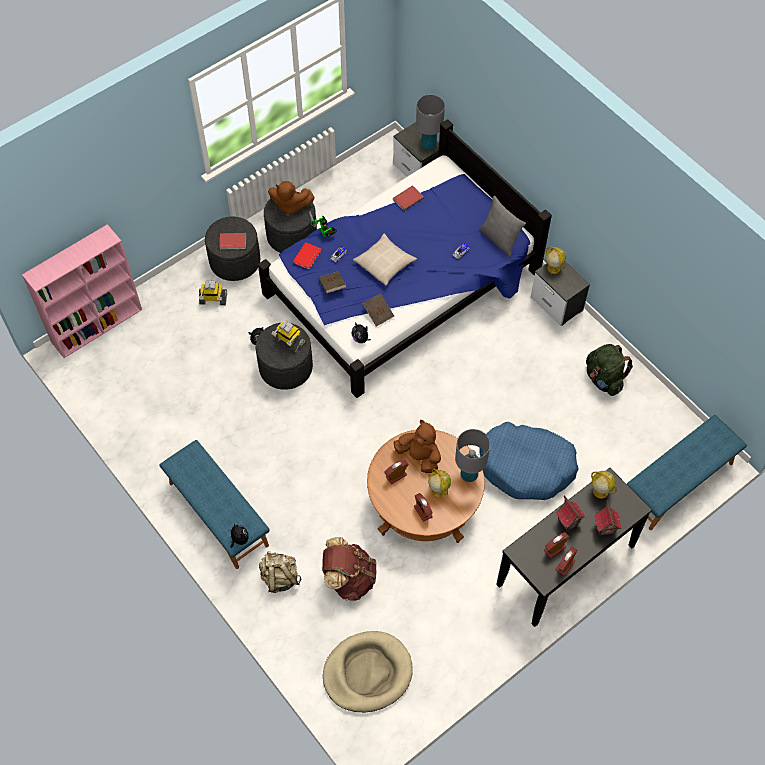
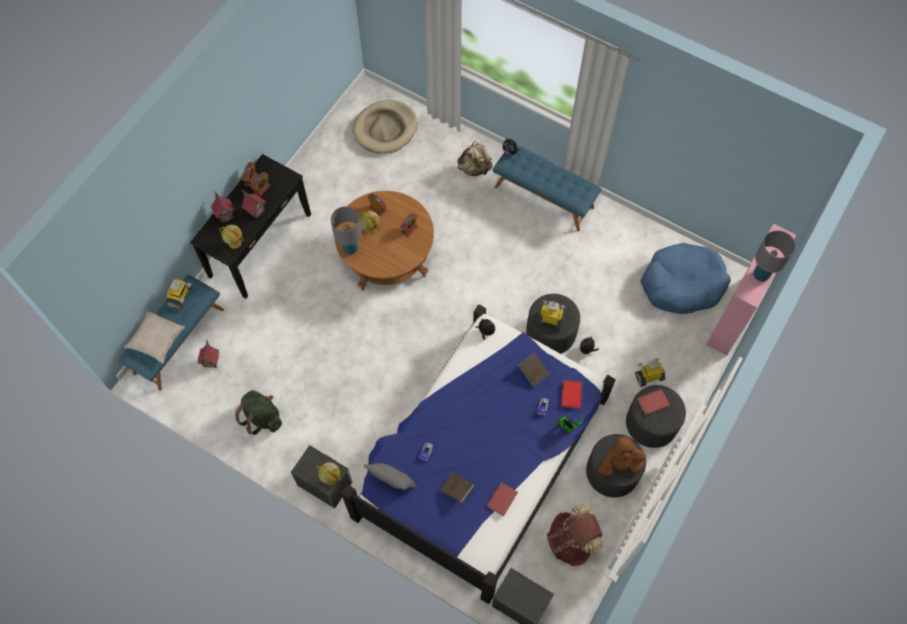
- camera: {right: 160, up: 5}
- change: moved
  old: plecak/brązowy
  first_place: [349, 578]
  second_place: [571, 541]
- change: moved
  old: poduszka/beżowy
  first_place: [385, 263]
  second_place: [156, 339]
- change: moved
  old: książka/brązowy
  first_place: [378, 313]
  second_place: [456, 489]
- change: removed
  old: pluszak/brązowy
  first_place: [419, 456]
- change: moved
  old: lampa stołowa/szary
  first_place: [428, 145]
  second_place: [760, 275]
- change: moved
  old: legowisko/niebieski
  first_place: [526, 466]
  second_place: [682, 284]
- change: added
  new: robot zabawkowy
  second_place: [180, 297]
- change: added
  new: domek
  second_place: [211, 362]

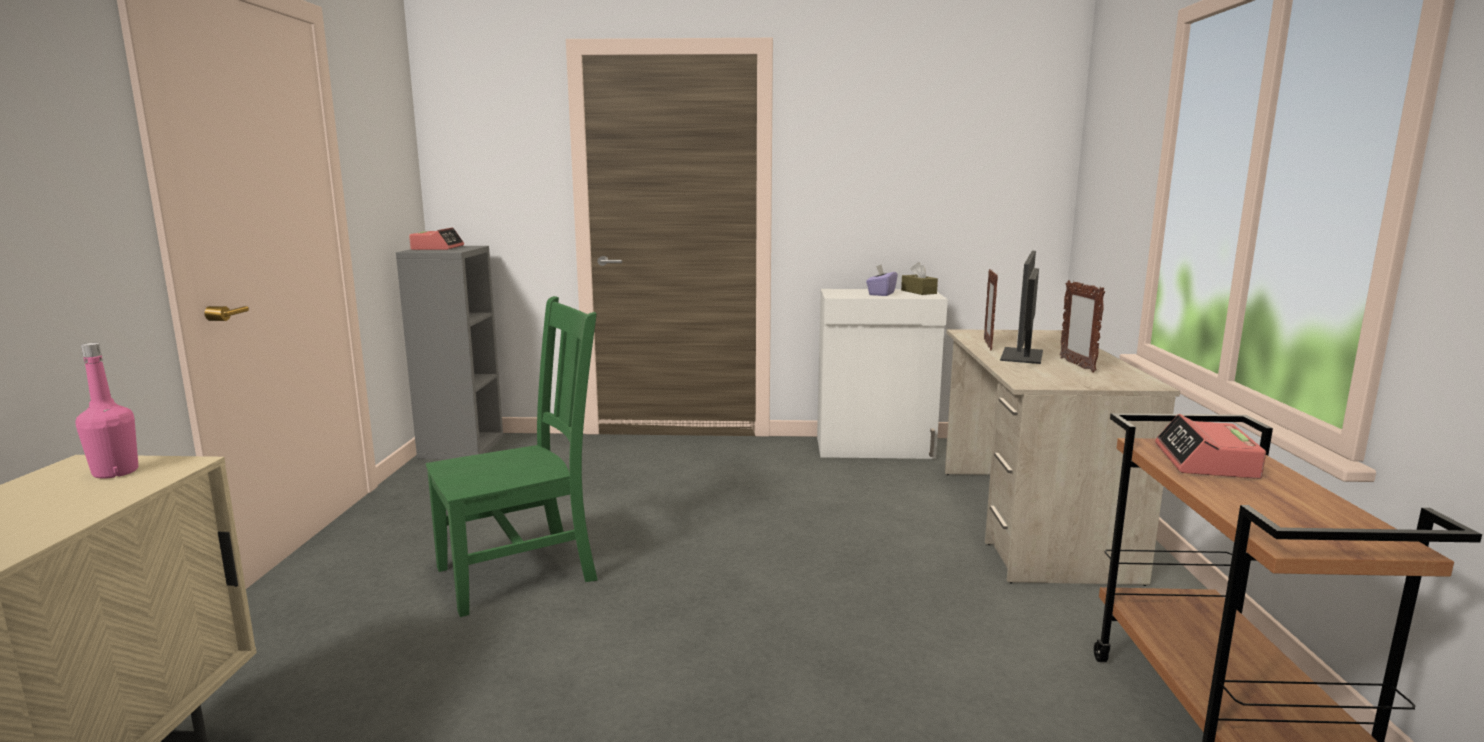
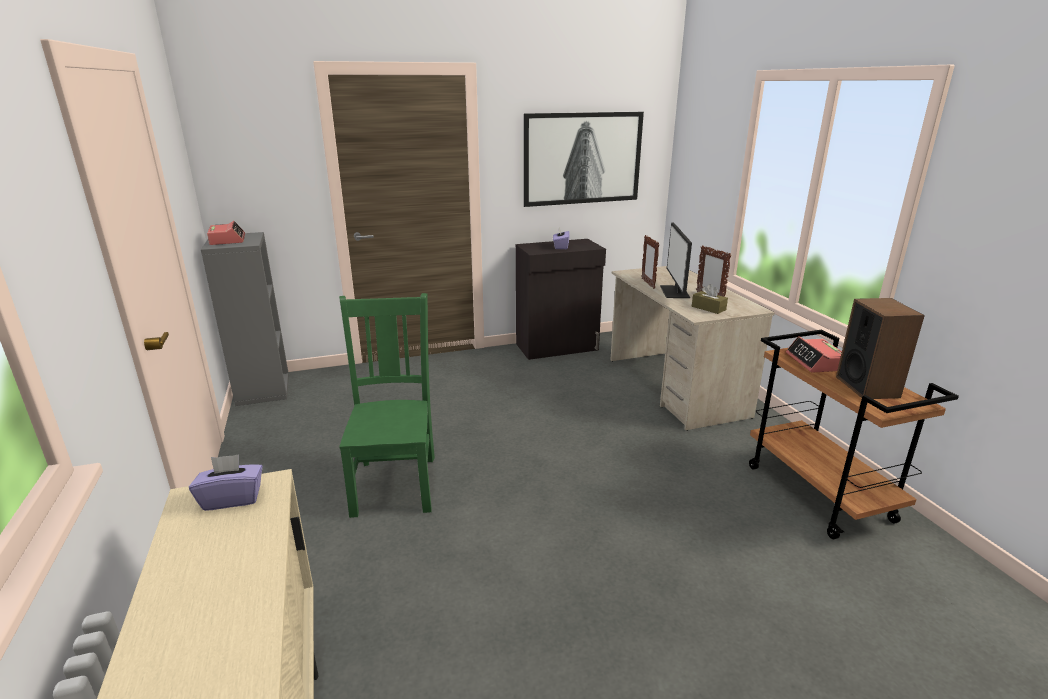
- camera: {right: -20, up: 10}
- change: replaced
  old: butelka/różowy
  new: pudełko chusteczek/fioletowy
  first_place: [115, 472]
  second_place: [232, 498]
- change: turned
  old: krzesło/zielony
  first_place: [522, 572]
  second_place: [396, 483]
  degrees: -45
- change: recoloured
  old: szafka/biały
  new: szafka/czarny
  first_place: [875, 448]
  second_place: [558, 347]
- change: moved
  old: pudełko chusteczek/brązowy
  first_place: [918, 292]
  second_place: [708, 308]
- change: added
  new: obraz
  second_place: [582, 158]
- change: added
  new: głośnik
  second_place: [867, 387]

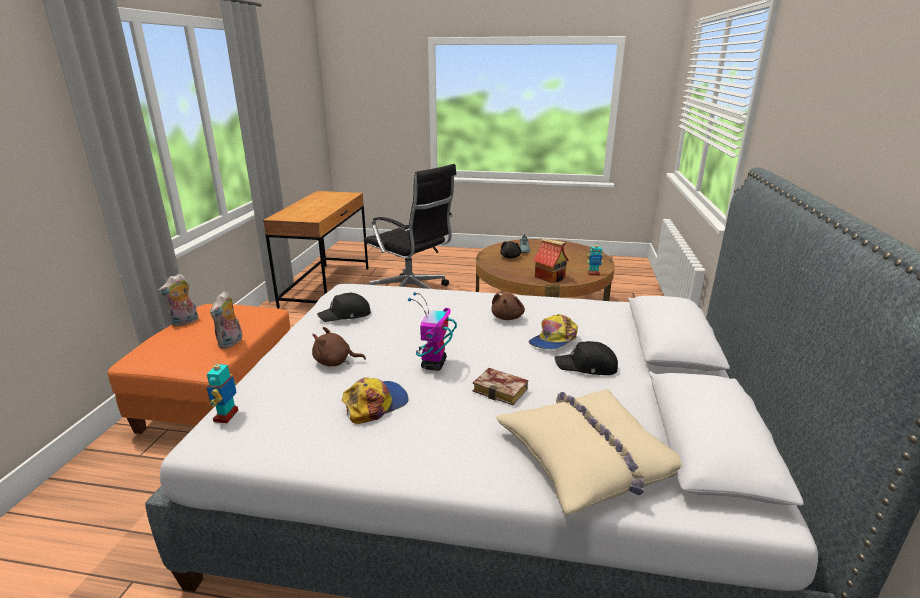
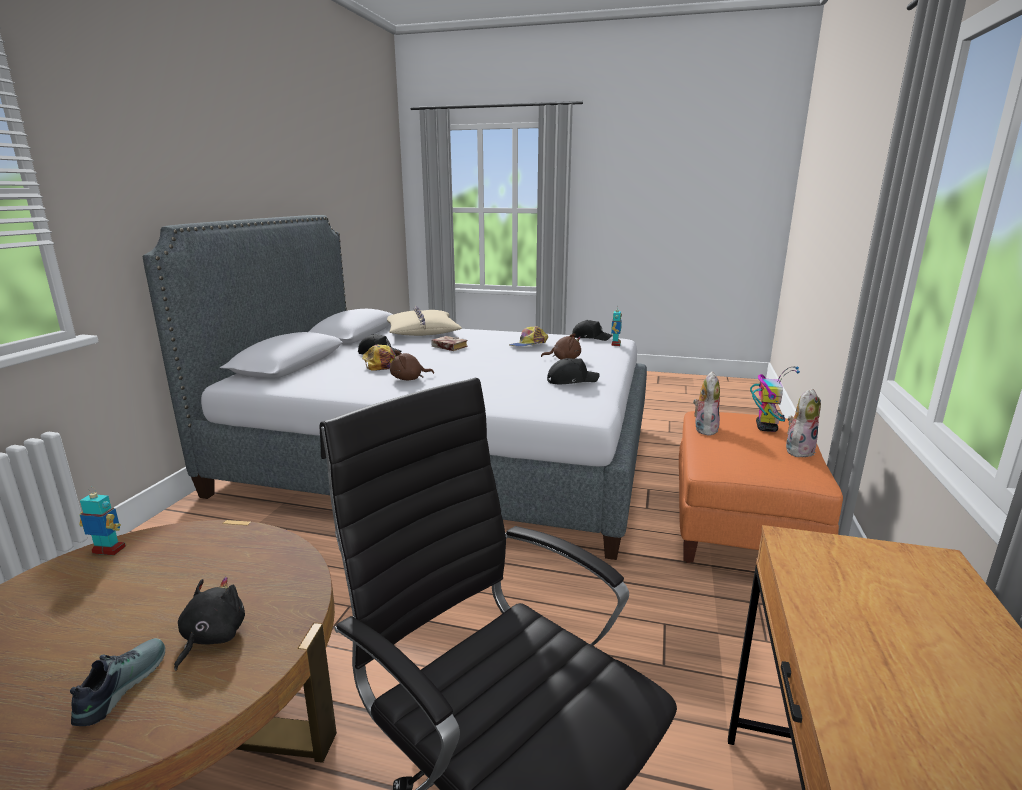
- camera: {right: -175, up: -5}
- change: moved
  old: robot zabawkowy
  first_place: [434, 364]
  second_place: [766, 427]
- change: turned
  old: pluszak/brązowy
  first_place: [507, 317]
  second_place: [409, 379]
  degrees: -135
- change: removed
  old: domek
  first_place: [550, 277]
- change: added
  new: czapka z daszkiem/czarny
  second_place: [591, 337]

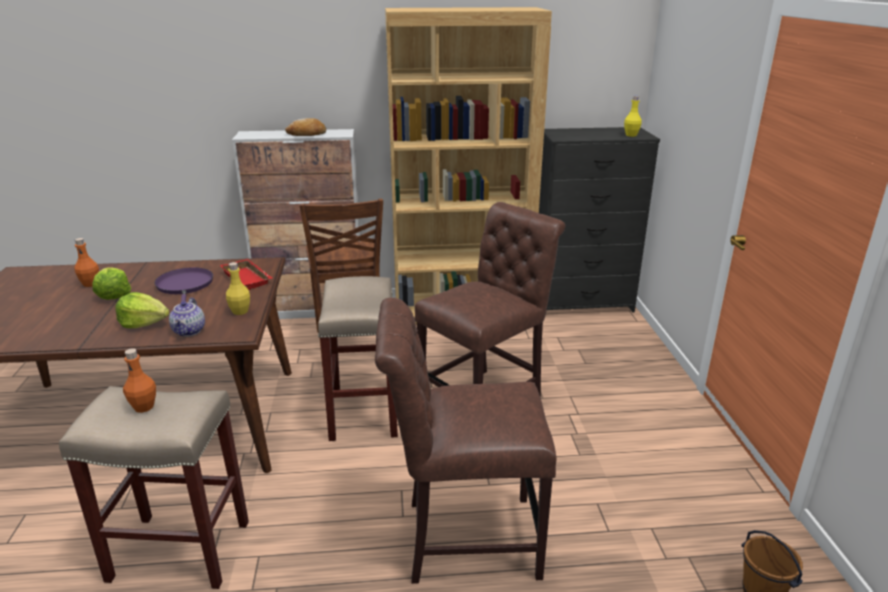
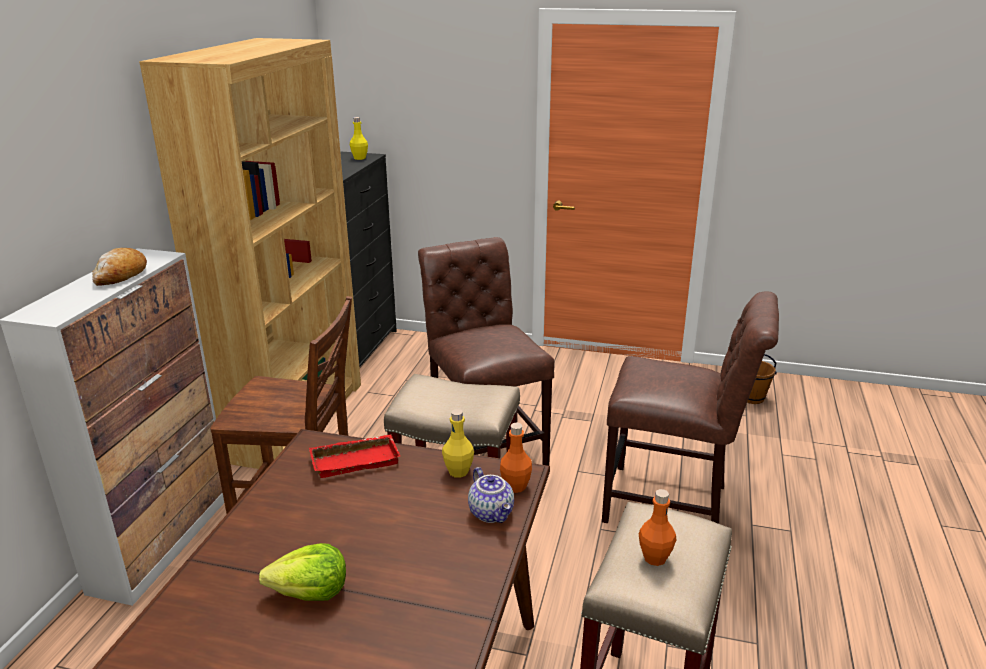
- camera: {right: -70, up: 0}
- change: moved
  old: butelka/pomarańczowy
  first_place: [90, 284]
  second_place: [515, 486]
- change: removed
  old: sałata
  first_place: [144, 323]
- change: removed
  old: patelnia/fioletowy
  first_place: [185, 286]
- change: turned
  old: imbryk
  first_place: [190, 331]
  second_place: [492, 513]
  degrees: 45
- change: turned
  old: krzesło/brązowy
  first_place: [463, 537]
  second_place: [673, 505]
  degrees: -90

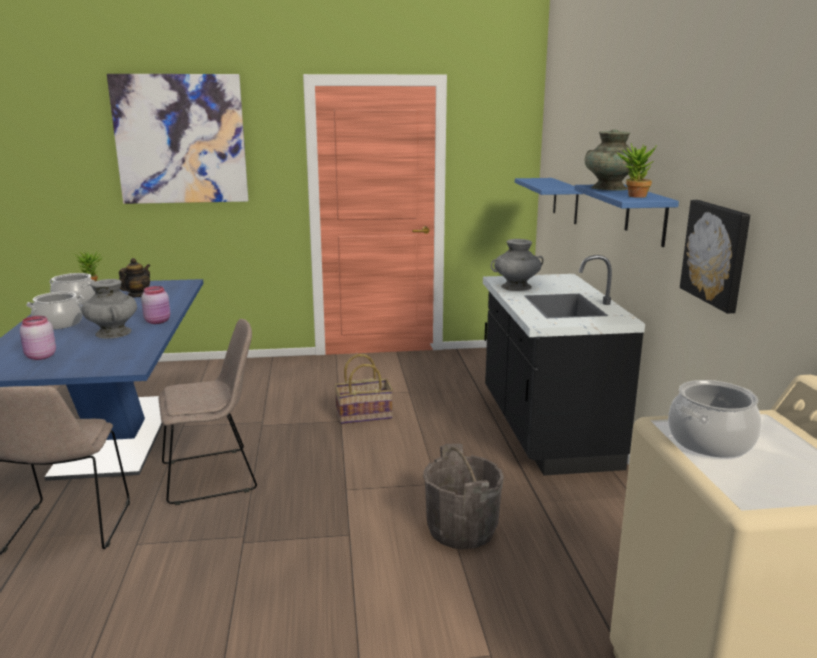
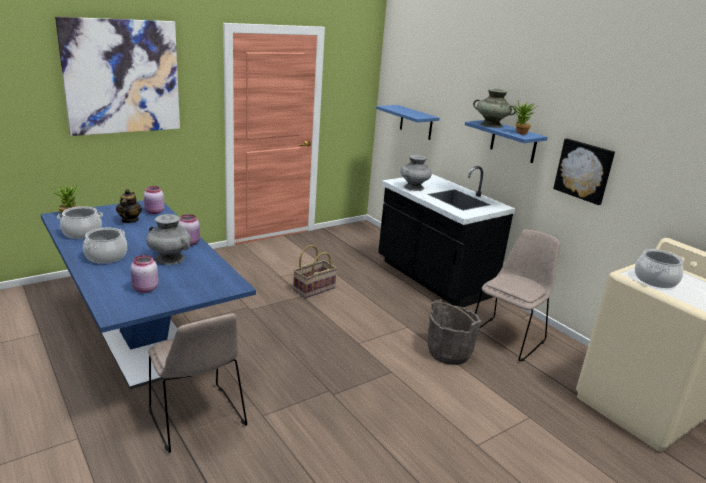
- camera: {right: -30, up: 5}
- change: moved
  old: krzesło/beżowy
  first_place: [213, 475]
  second_place: [507, 338]
- change: added
  new: słoik/różowy
  second_place: [155, 212]

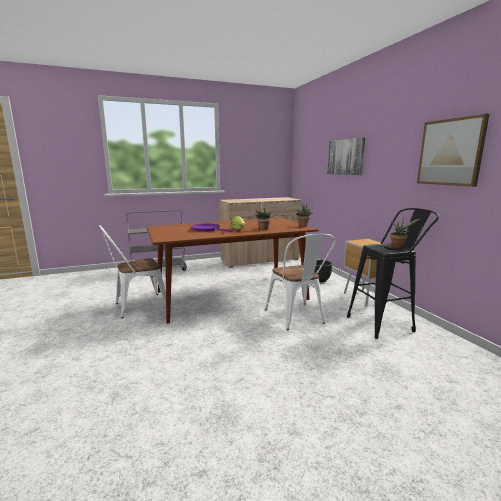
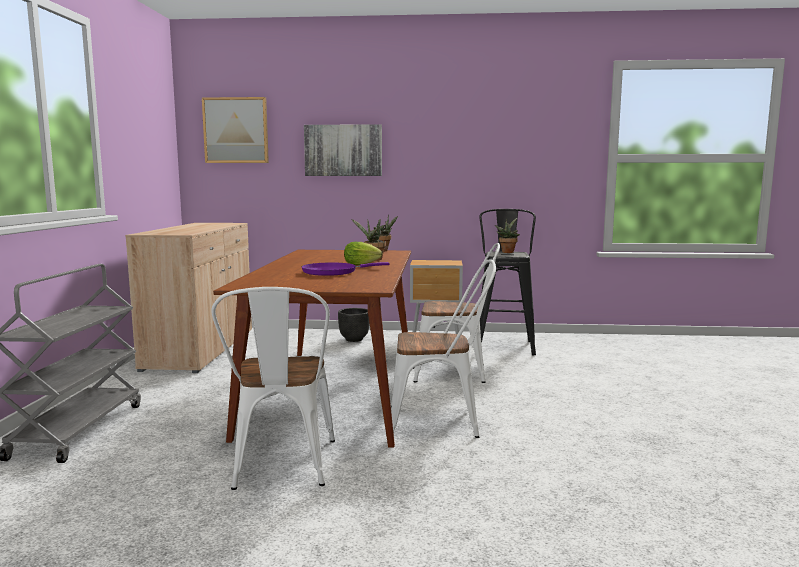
- camera: {right: -65, up: -5}
- change: moved
  old: obraz
  first_place: [450, 152]
  second_place: [236, 130]
- change: added
  new: krzesło/biały
  second_place: [441, 422]

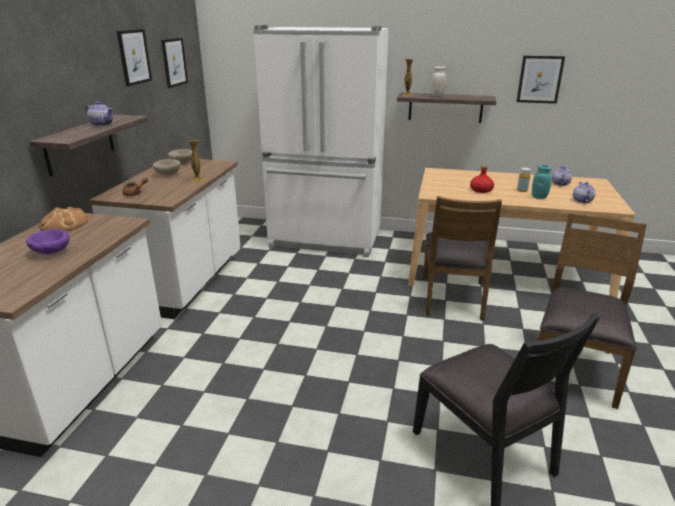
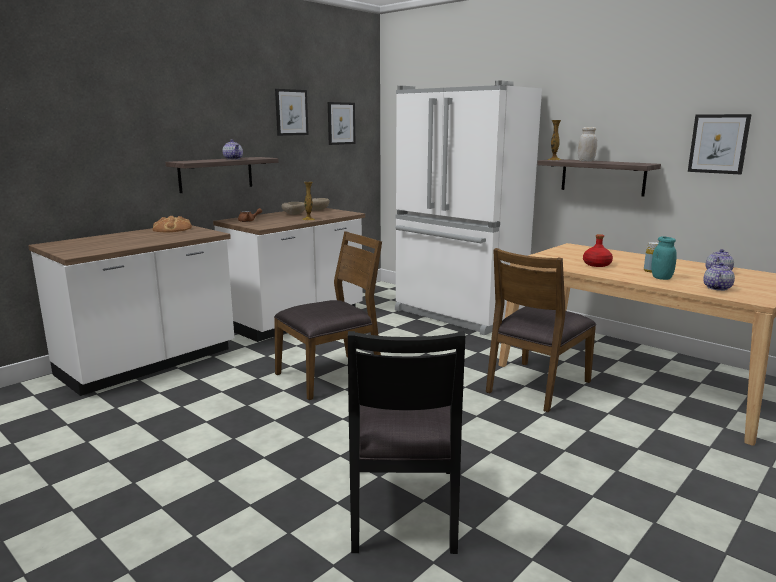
- camera: {right: 30, up: -10}
- change: removed
  old: miska/fioletowy
  first_place: [51, 253]
- change: moved
  old: krzesło/brązowy
  first_place: [573, 367]
  second_place: [330, 375]

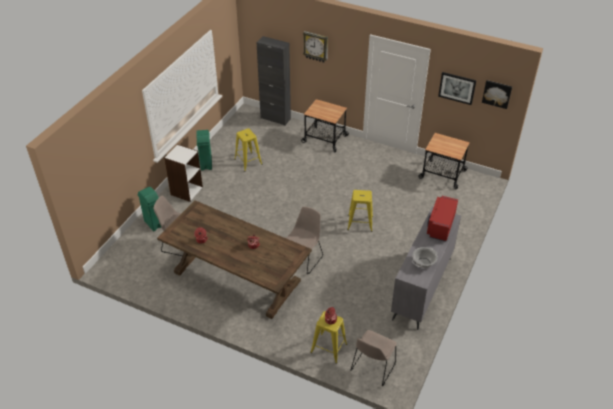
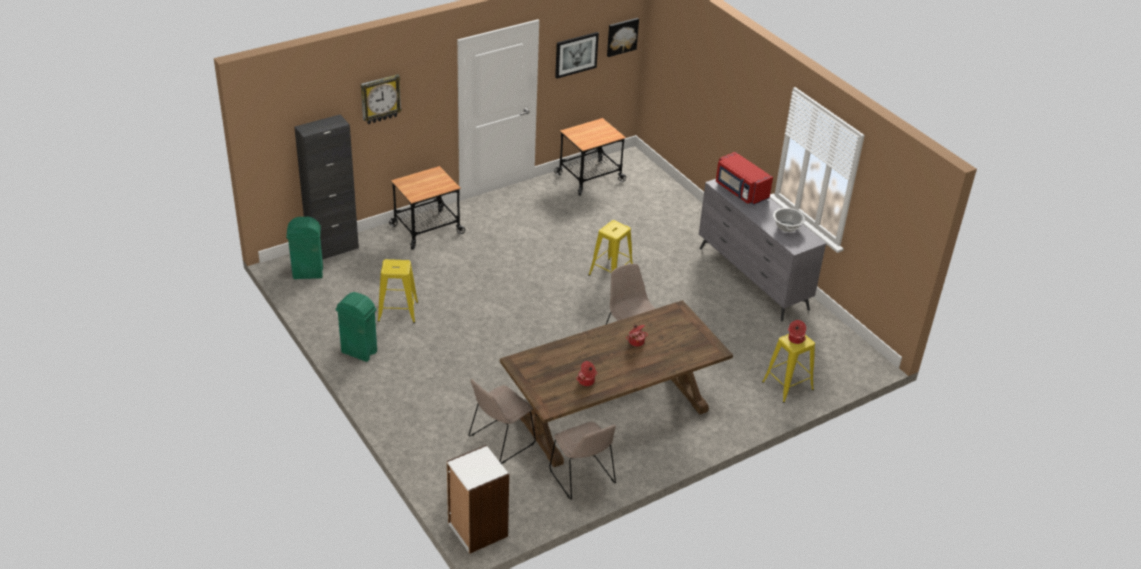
- camera: {right: -60, up: -5}
- change: moved
  old: kosz na śmieci/zielony
  first_place: [154, 224]
  second_place: [308, 273]
- change: moved
  old: regał/biały
  first_place: [186, 191]
  second_place: [477, 530]
- change: moved
  old: krzesło/beżowy
  first_place: [372, 368]
  second_place: [583, 478]

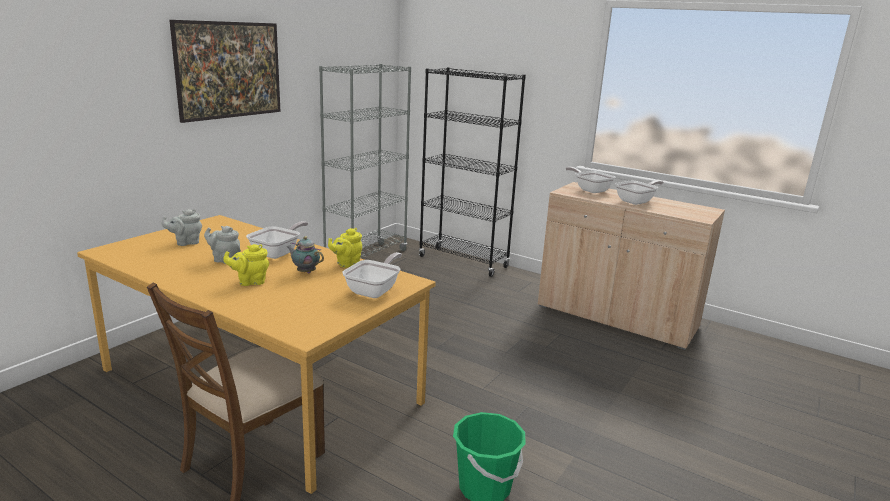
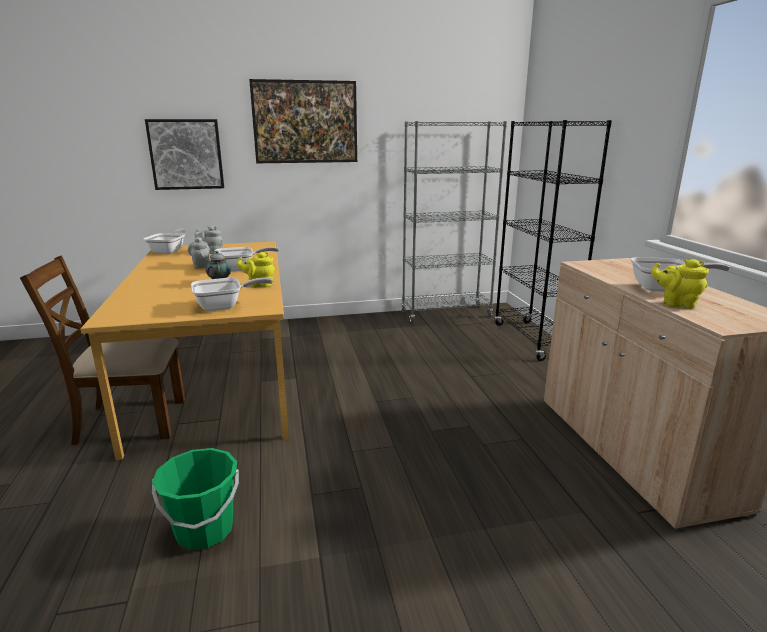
- camera: {right: 45, up: 0}
- change: moved
  old: imbryk/żółty
  first_place: [250, 282]
  second_place: [676, 304]
- change: moved
  old: patelnia
  first_place: [590, 190]
  second_place: [169, 251]
- change: added
  new: obraz
  second_place: [186, 154]

